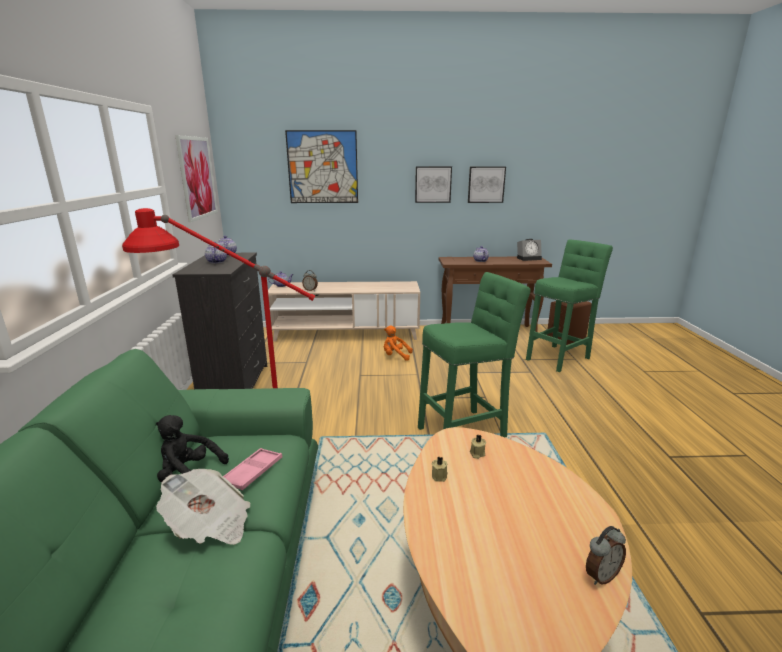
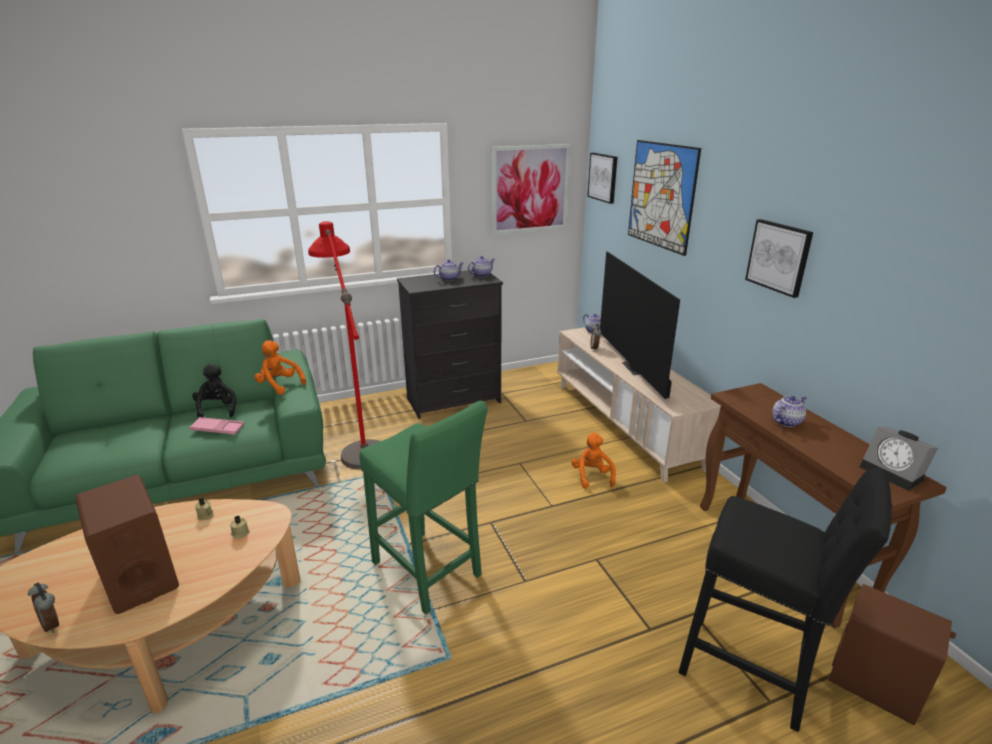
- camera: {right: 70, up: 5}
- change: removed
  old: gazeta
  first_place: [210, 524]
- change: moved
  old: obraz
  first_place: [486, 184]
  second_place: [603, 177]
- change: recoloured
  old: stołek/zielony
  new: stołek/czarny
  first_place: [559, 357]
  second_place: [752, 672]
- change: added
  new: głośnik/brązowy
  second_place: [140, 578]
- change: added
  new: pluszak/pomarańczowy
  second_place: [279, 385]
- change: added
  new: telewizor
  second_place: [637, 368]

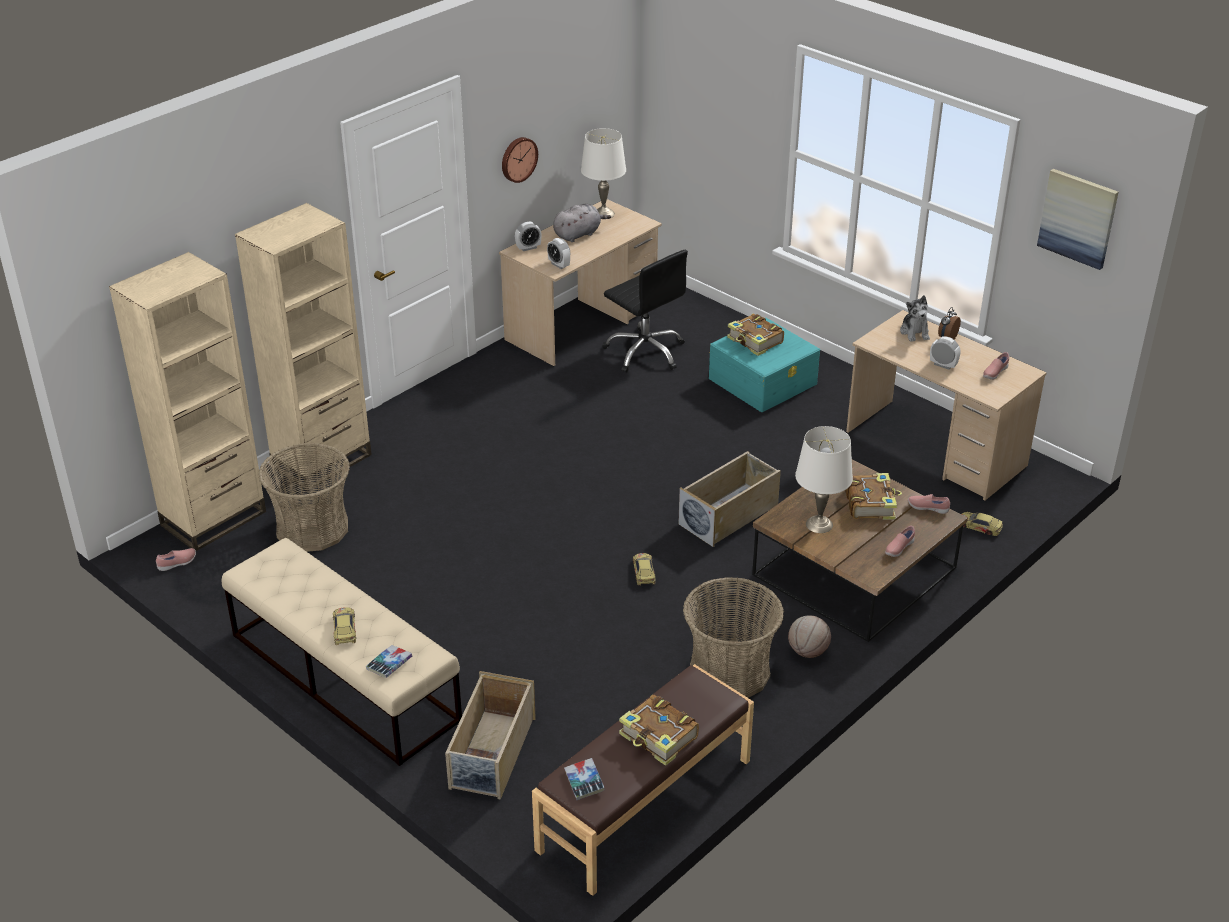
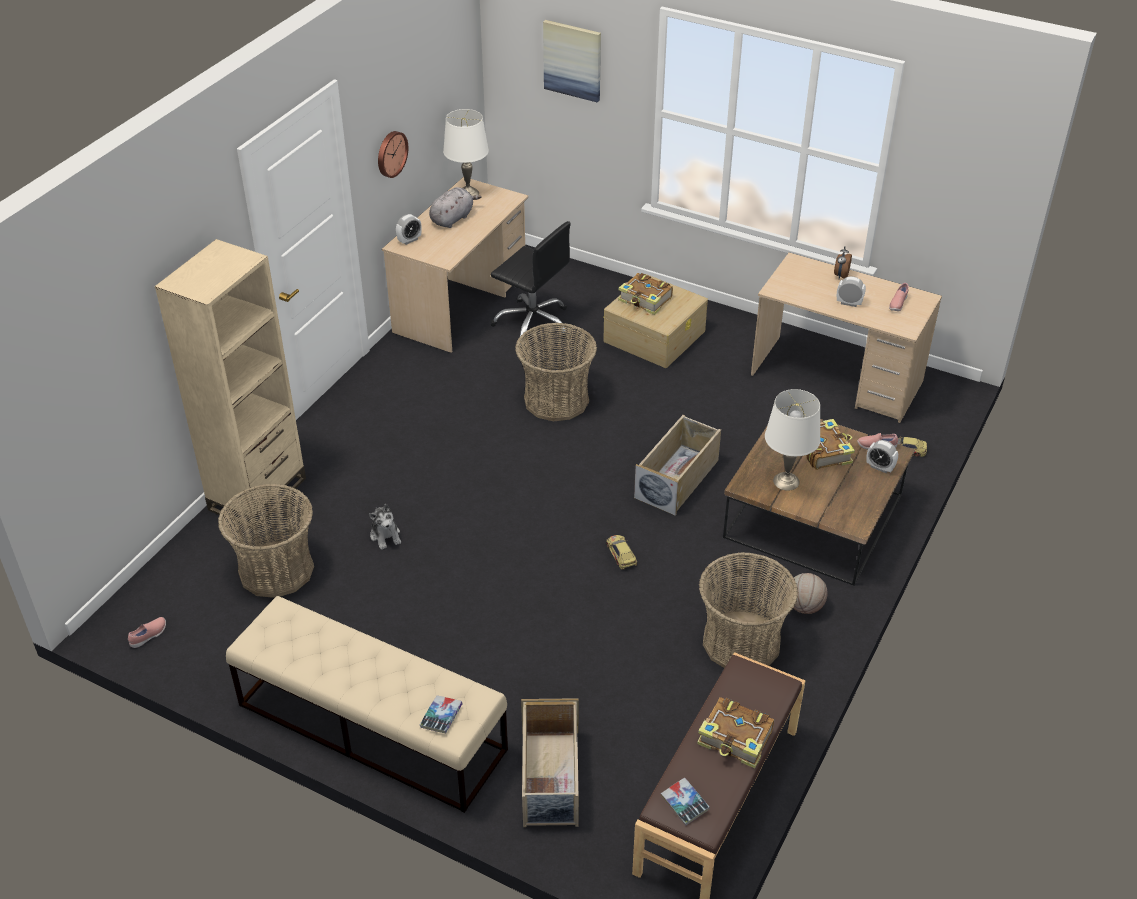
- camera: {right: -15, up: 5}
- change: removed
  old: regał/beżowy
  first_place: [213, 518]
- change: removed
  old: samochodzik
  first_place: [344, 629]
- change: moved
  old: budzik
  first_place: [559, 265]
  second_place: [880, 467]
- change: recoloured
  old: pojemnik do przechowywania/turkusowy
  new: pojemnik do przechowywania/beżowy
  first_place: [763, 381]
  second_place: [655, 335]
- change: removed
  old: but/różowy
  first_place: [899, 548]
- change: moved
  old: pluszak
  first_place: [914, 332]
  second_place: [385, 536]
- change: moved
  old: obraz
  first_place: [1078, 218]
  second_place: [572, 60]
- change: added
  new: koszyk
  second_place: [556, 400]

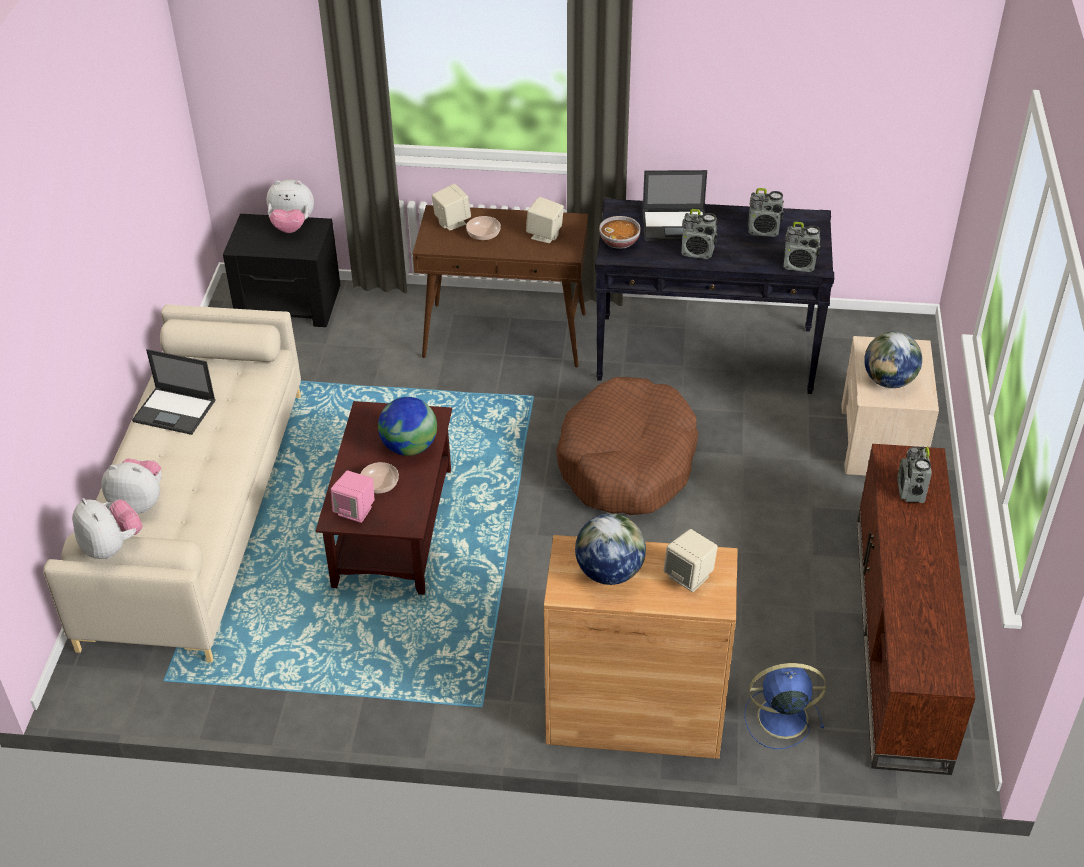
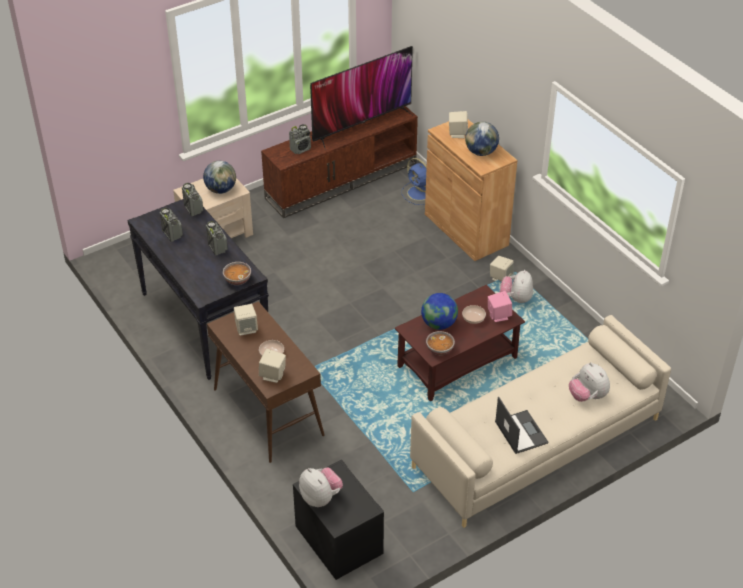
- camera: {right: -130, up: 0}
- change: moved
  old: pluszak
  first_place: [112, 546]
  second_place: [516, 298]
- change: removed
  old: legowisko/brązowy
  first_place: [627, 463]
- change: removed
  old: laptop
  first_place: [675, 225]
- change: added
  new: telewizor
  second_place: [361, 124]
- change: added
  new: miska
  second_place: [440, 349]
- change: added
  new: głośnik/beżowy
  second_place: [500, 278]

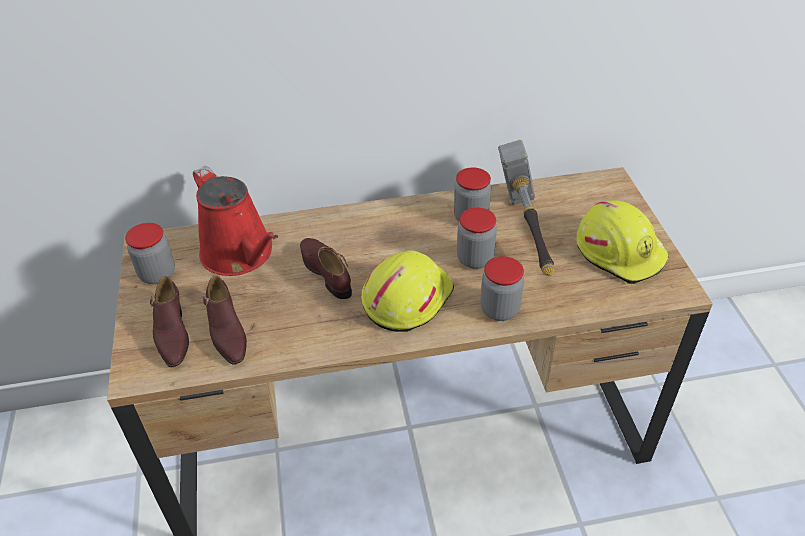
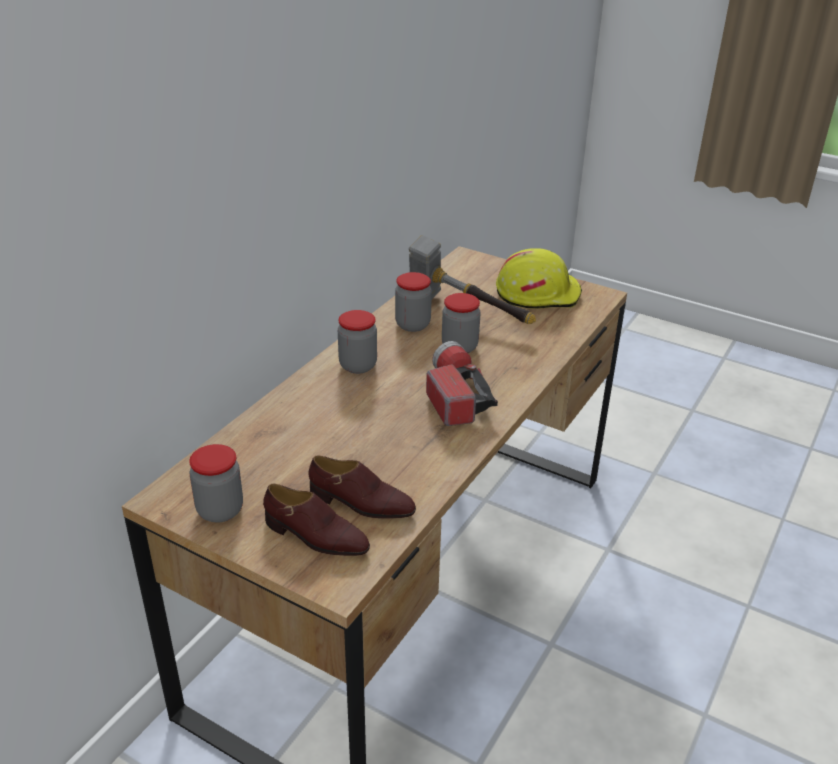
- camera: {right: -50, up: -10}
- change: removed
  old: konewka/czerwony
  first_place: [240, 255]
- change: removed
  old: but/brązowy
  first_place: [326, 271]
- change: replaced
  old: kask/żółty
  new: latarka
  first_place: [406, 298]
  second_place: [455, 396]
- change: moved
  old: słoik
  first_place: [499, 310]
  second_place: [358, 365]

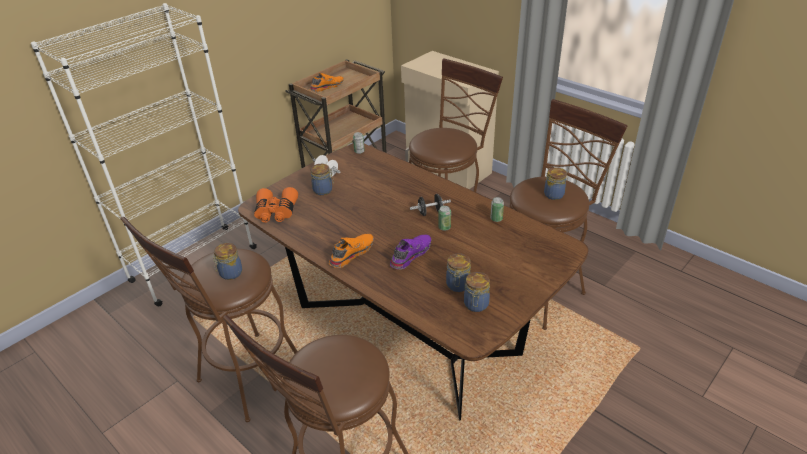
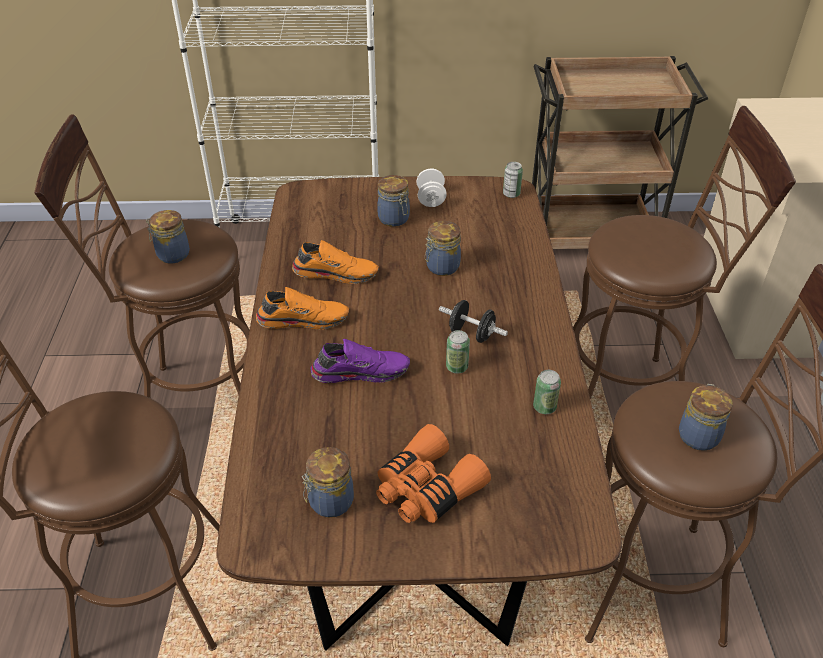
- camera: {right: 45, up: 5}
- change: moved
  old: lornetka/pomarańczowy
  first_place: [276, 212]
  second_place: [426, 488]
- change: moved
  old: but/pomarańczowy
  first_place: [326, 87]
  second_place: [336, 273]
- change: moved
  old: słoik
  first_place: [458, 286]
  second_place: [441, 267]

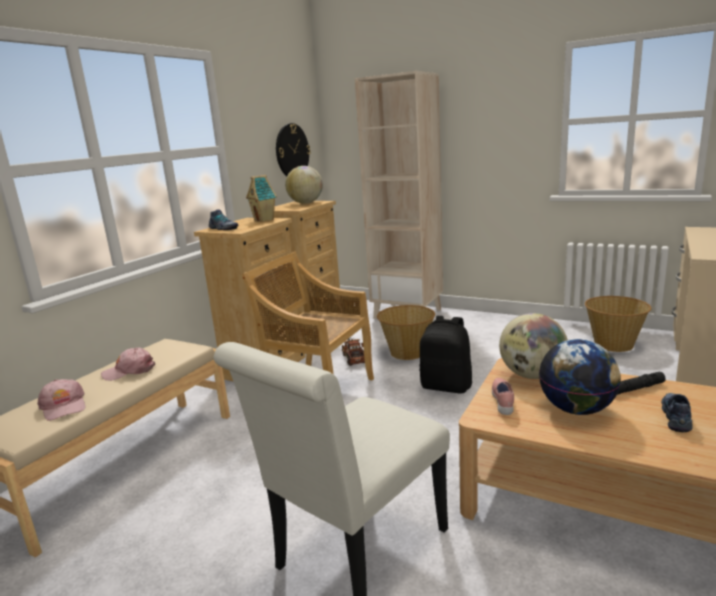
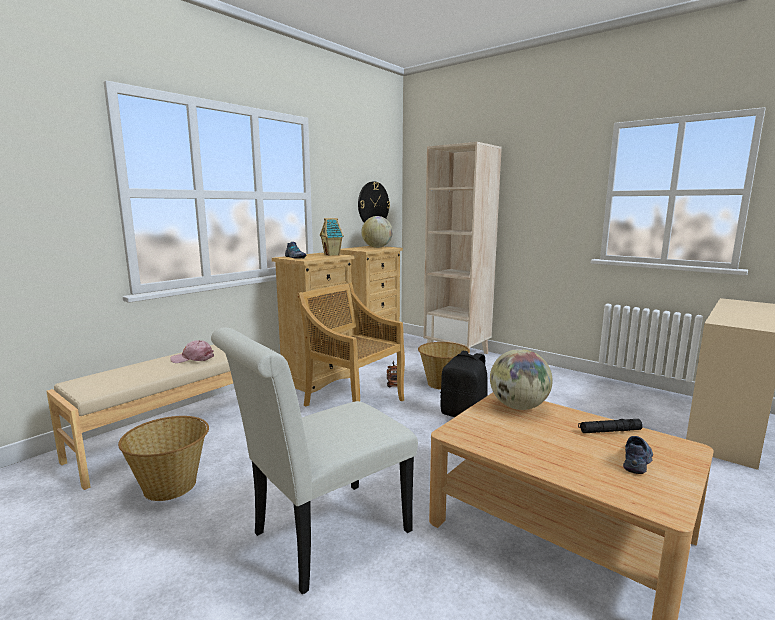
- camera: {right: 10, up: -5}
- change: removed
  old: czapka z daszkiem/różowy
  first_place: [64, 406]
- change: removed
  old: but/różowy
  first_place: [503, 402]
- change: removed
  old: globus
  first_place: [577, 409]
- change: moved
  old: koszyk
  first_place: [613, 344]
  second_place: [171, 485]

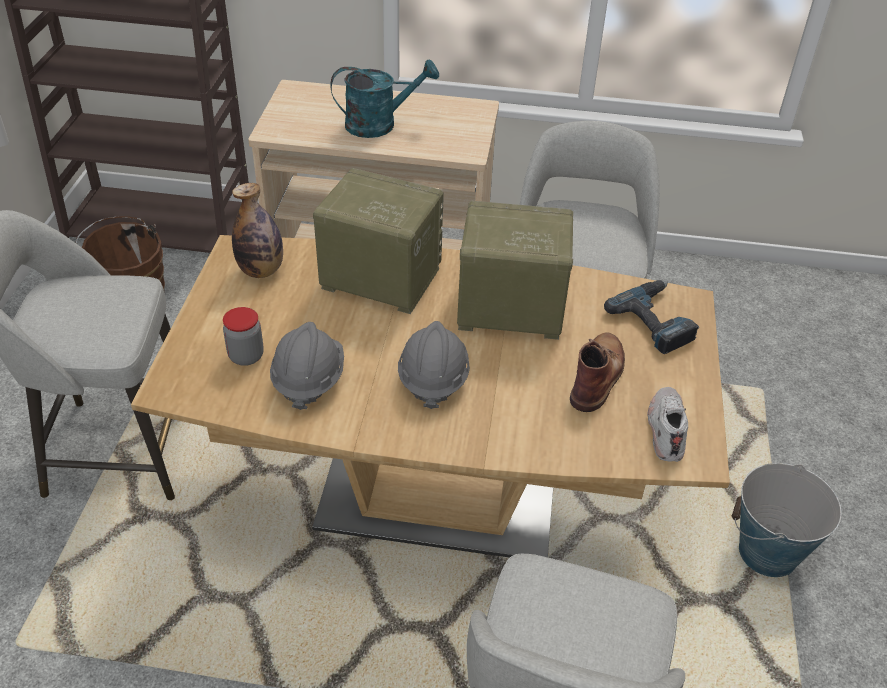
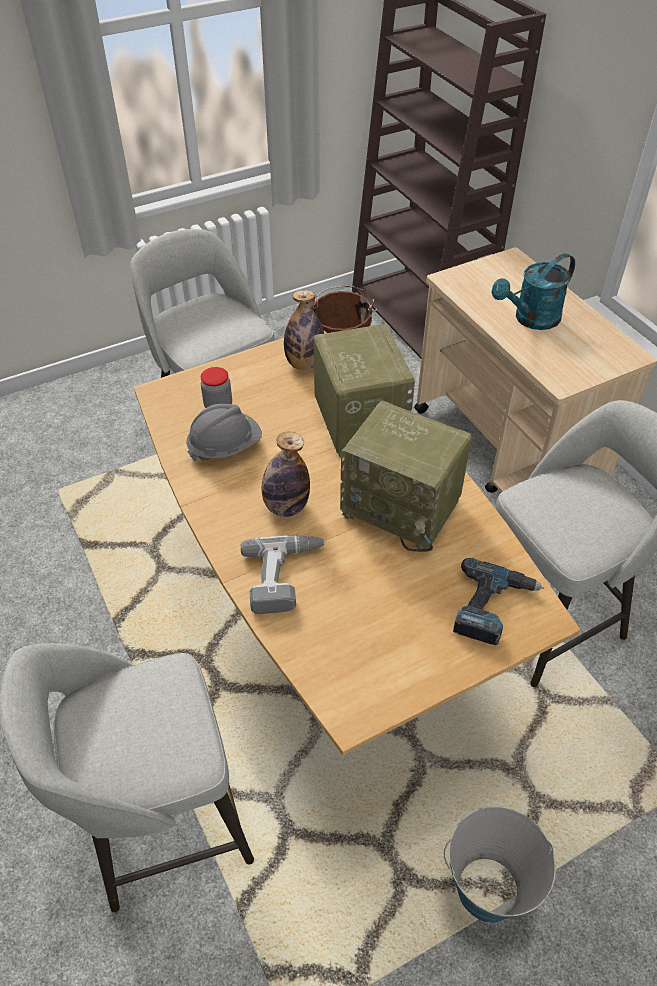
- camera: {right: 55, up: 5}
- change: turned
  old: konewka/turkusowy
  first_place: [380, 124]
  second_place: [531, 319]
  degrees: 105
- change: replaced
  old: kask/szary
  new: butelka
  first_place: [433, 378]
  second_place: [286, 507]
- change: turned
  old: radio
  first_place: [508, 309]
  second_place: [403, 507]
  degrees: 150
- change: removed
  old: but z cholewką/brązowy
  first_place: [597, 374]
- change: removed
  old: but/biały
  first_place: [665, 429]
- change: added
  new: wiertarka
  second_place: [286, 577]

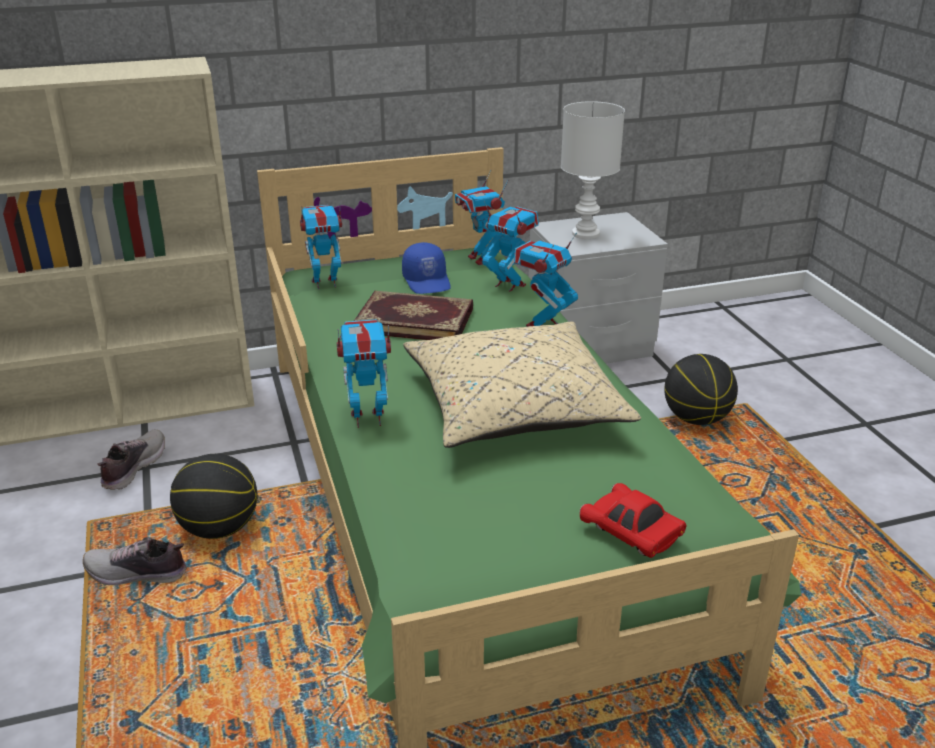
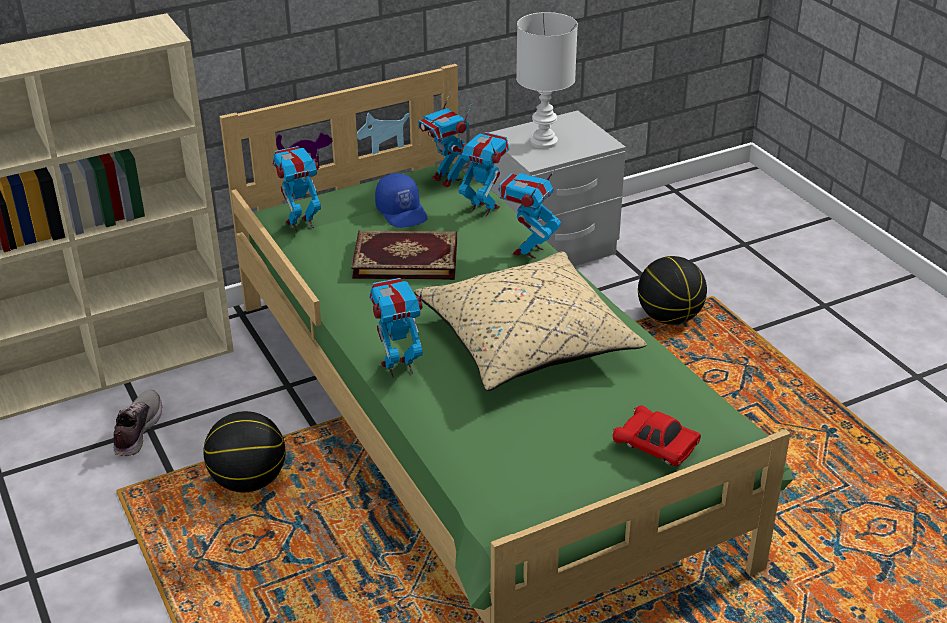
- camera: {right: -10, up: 5}
- change: removed
  old: but
  first_place: [137, 574]

